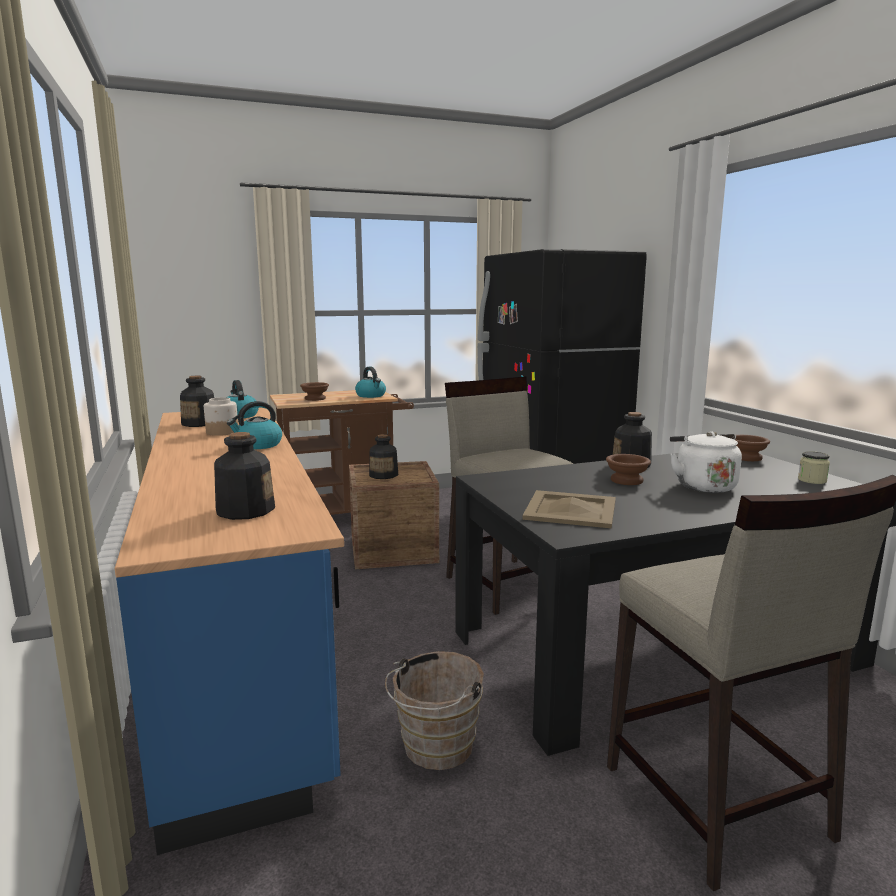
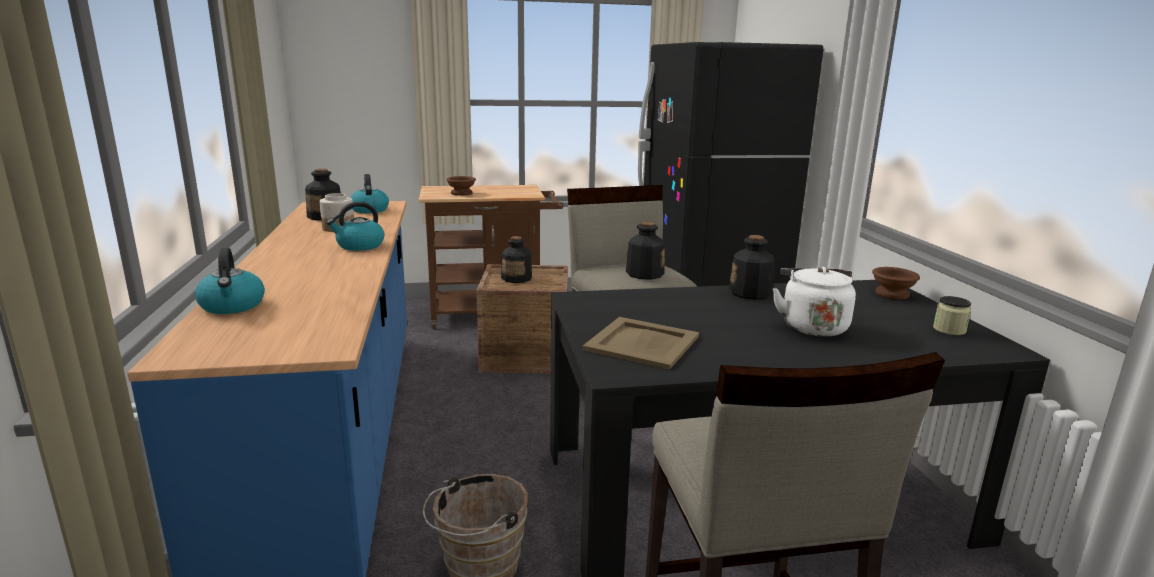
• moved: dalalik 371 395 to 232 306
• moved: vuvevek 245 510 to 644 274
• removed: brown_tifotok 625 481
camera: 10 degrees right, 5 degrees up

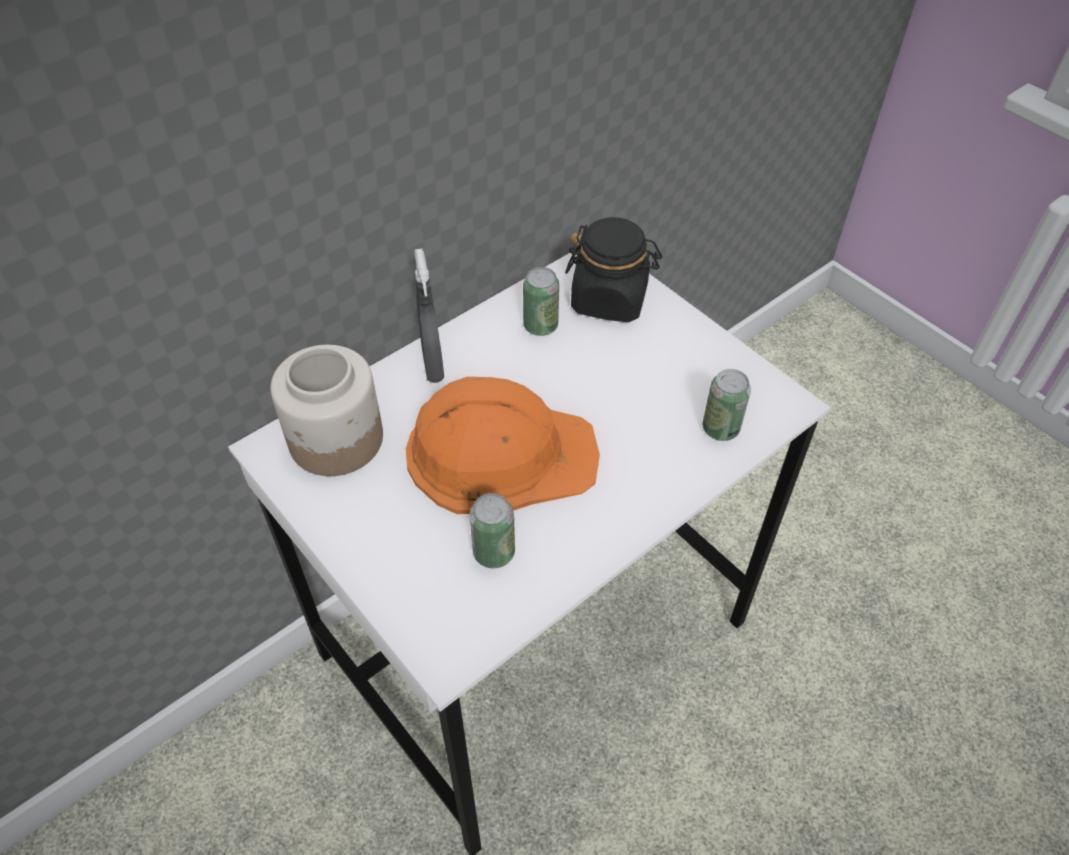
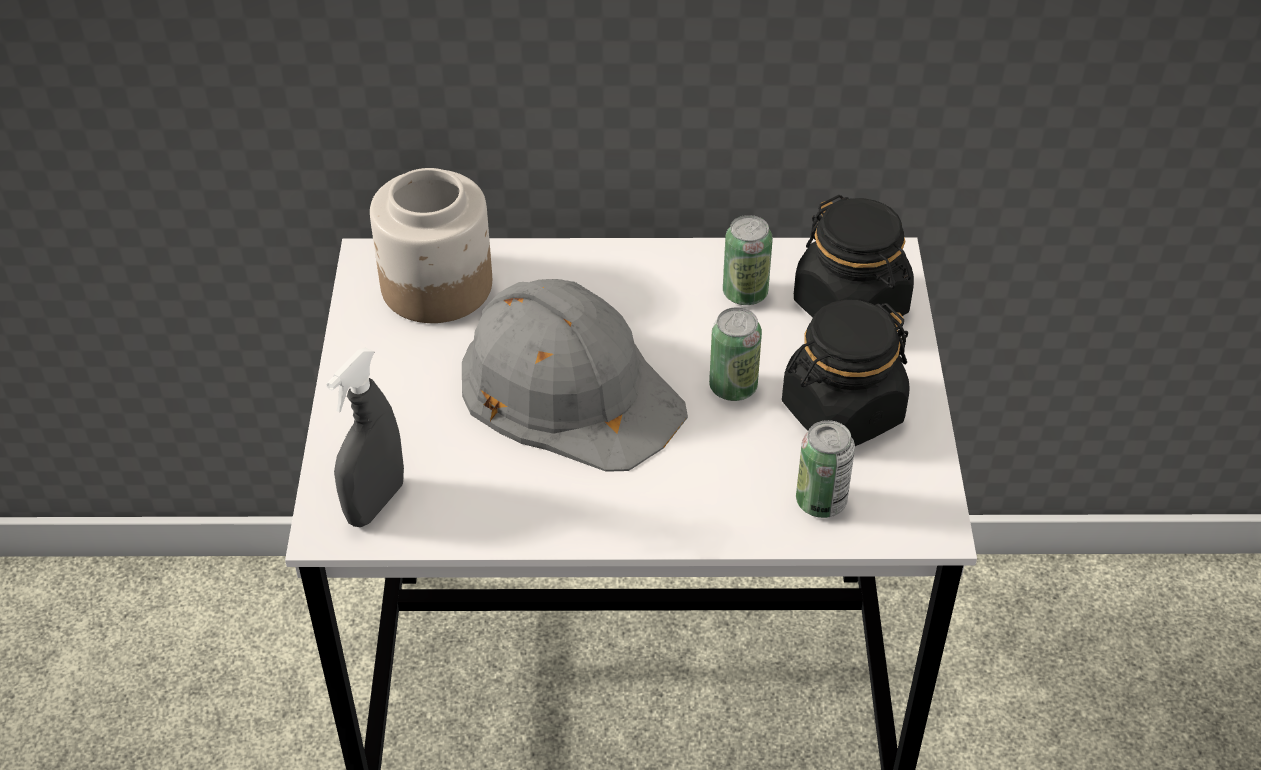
• moved: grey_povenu 433 365 to 375 503
• recoloured: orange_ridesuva 500 453 to grey_ridesuva 569 387
• moved: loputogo 494 552 to 733 387
• added: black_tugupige 841 413
camera: 40 degrees right, 5 degrees down

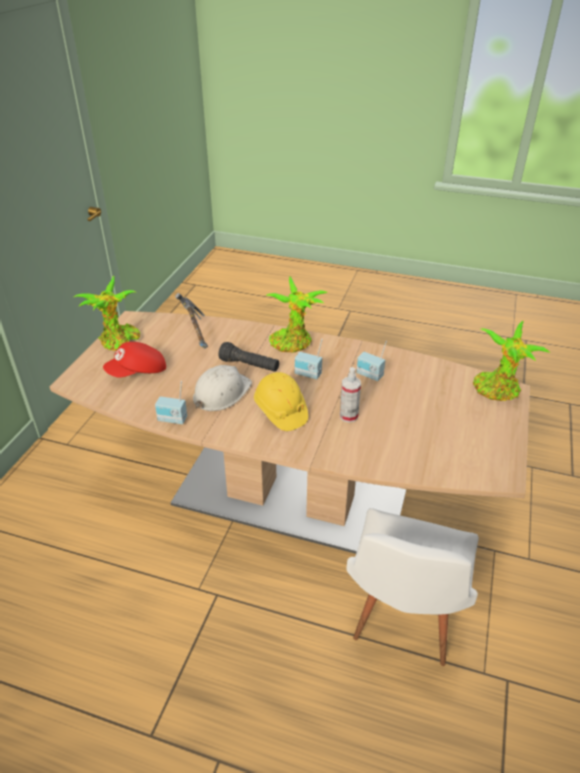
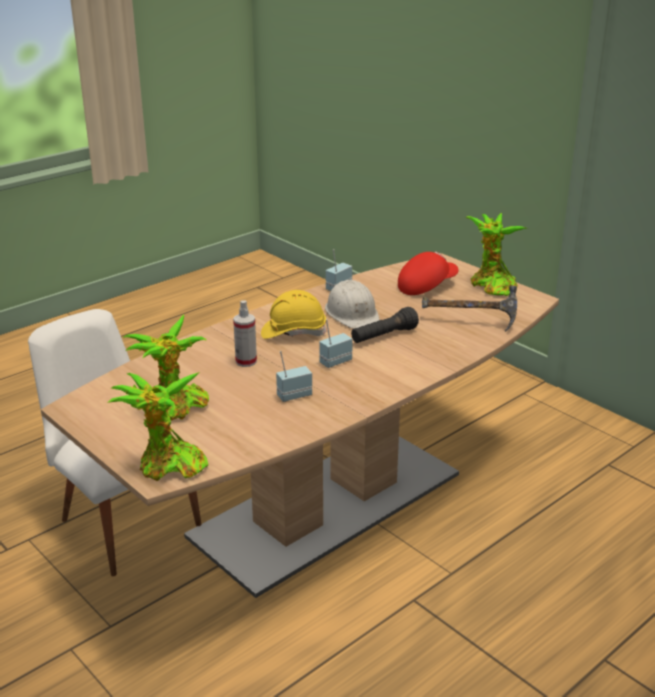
• moved: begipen 293 343 to 176 408
• turned: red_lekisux 138 372 = 426 286 60 degrees clockwise
camera: 120 degrees right, 10 degrees down

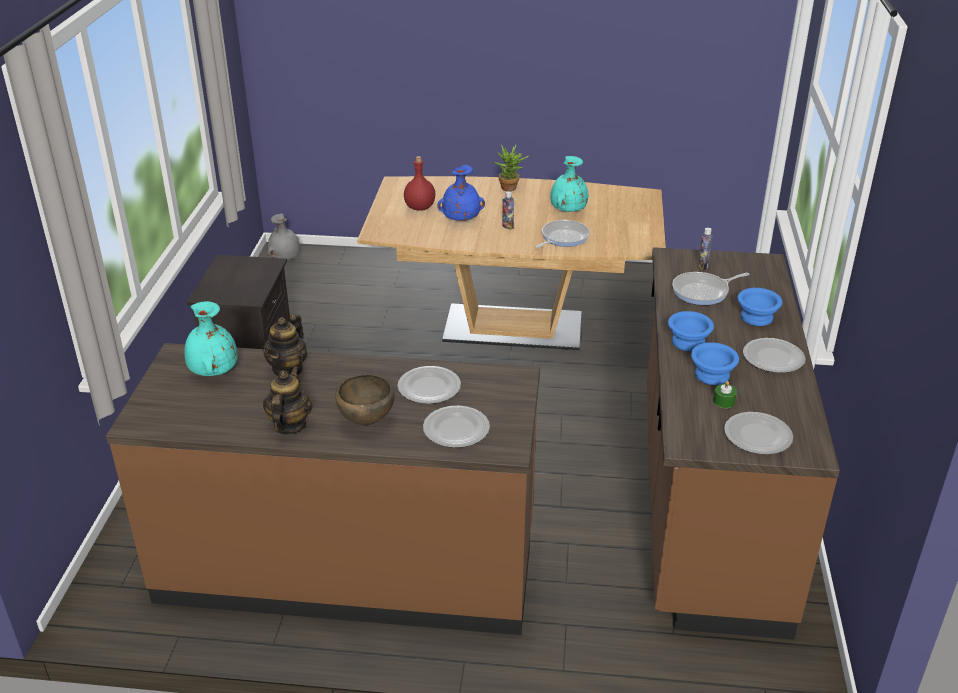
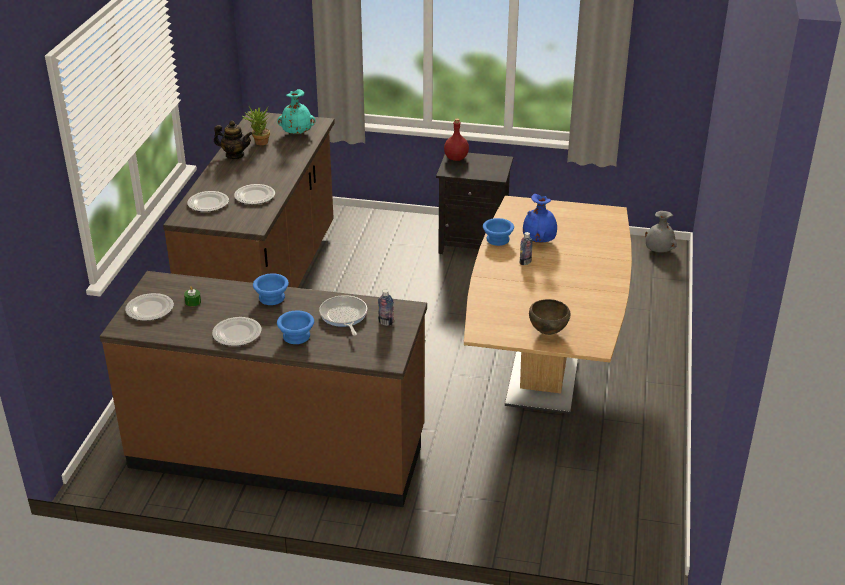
• moved: begipen 510 189 to 259 143
• moved: red_vuvevek 420 207 to 456 158
• moved: blue_tifotok 710 374 to 498 239
• moved: brown_tifotok 366 421 to 547 332
• removed: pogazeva 288 369
• removed: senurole 562 238
• removed: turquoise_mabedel 567 210
camera: 95 degrees right, 0 degrees up

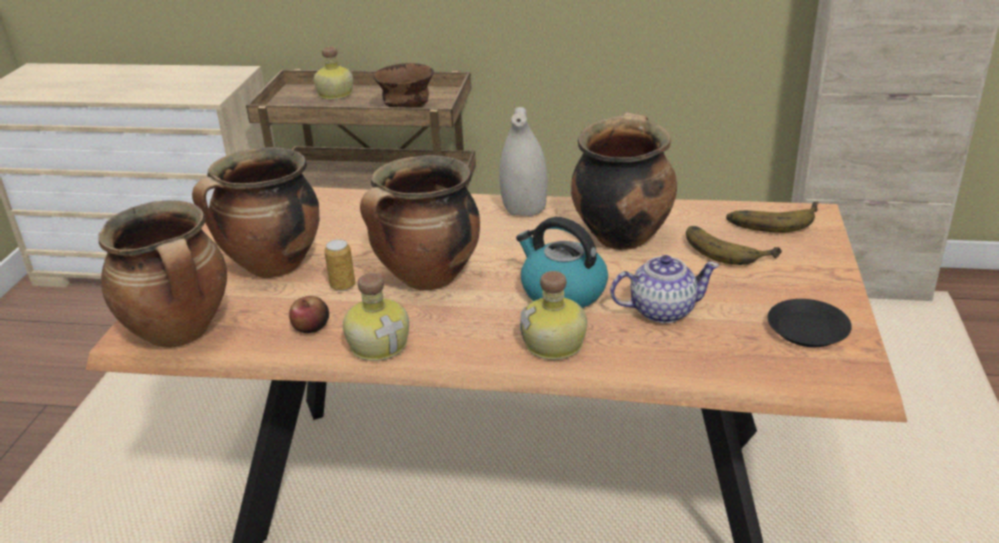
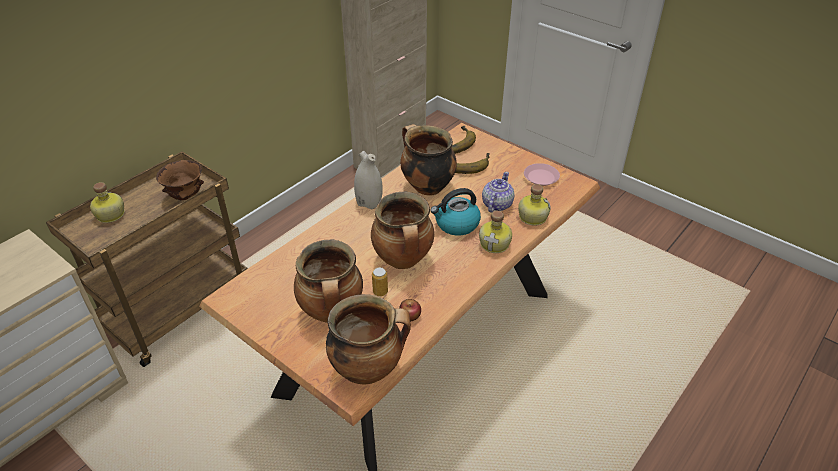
• moved: vuvevek 379 344 to 532 216
• recoloured: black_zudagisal 808 329 to pink_zudagisal 541 177
camera: 60 degrees left, 10 degrees up

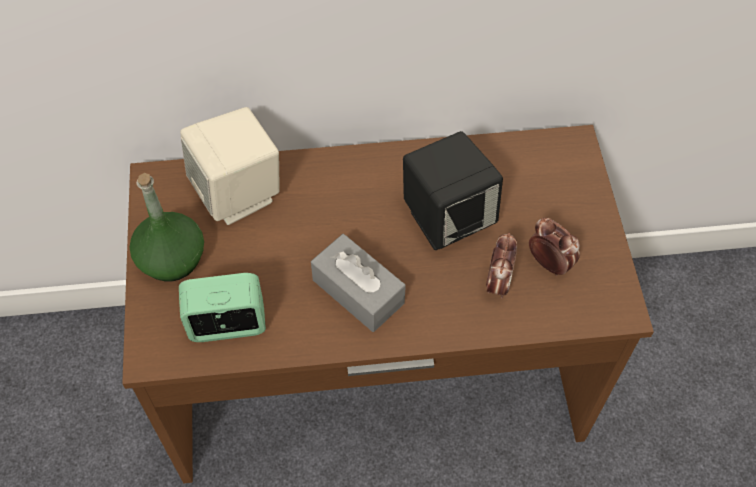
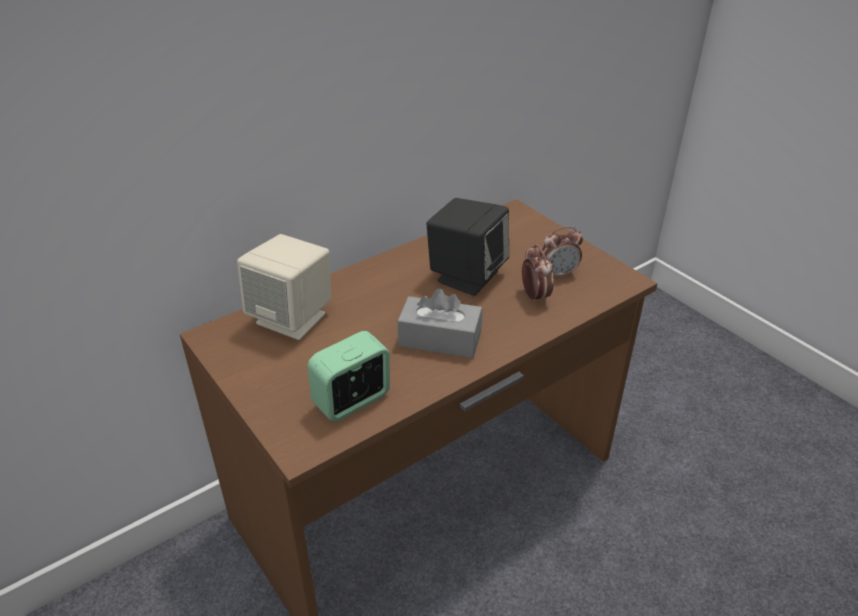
• turned: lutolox 549 263 = 558 274 150 degrees clockwise
• removed: green_vuvevek 171 259
camera: 30 degrees left, 20 degrees down

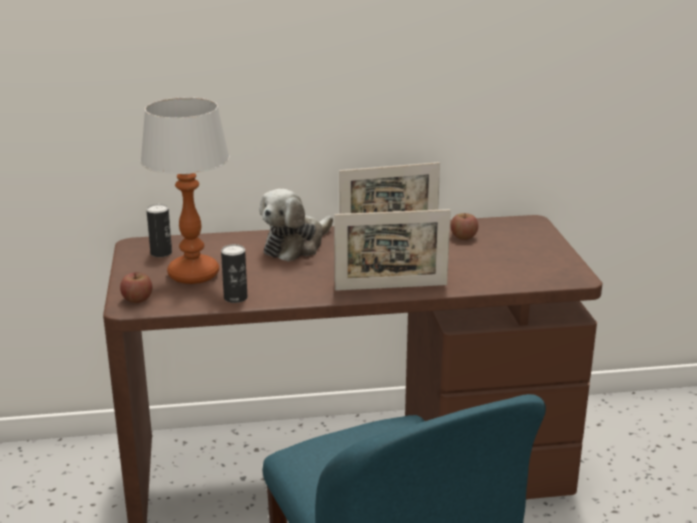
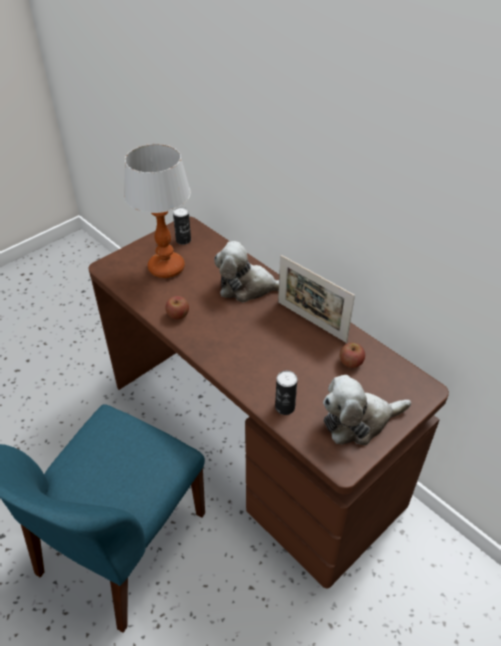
• moved: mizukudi 137 299 to 178 315
• moved: loputogo 235 298 to 285 407
• added: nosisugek 359 421
• removed: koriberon 391 287
camera: 55 degrees right, 20 degrees up

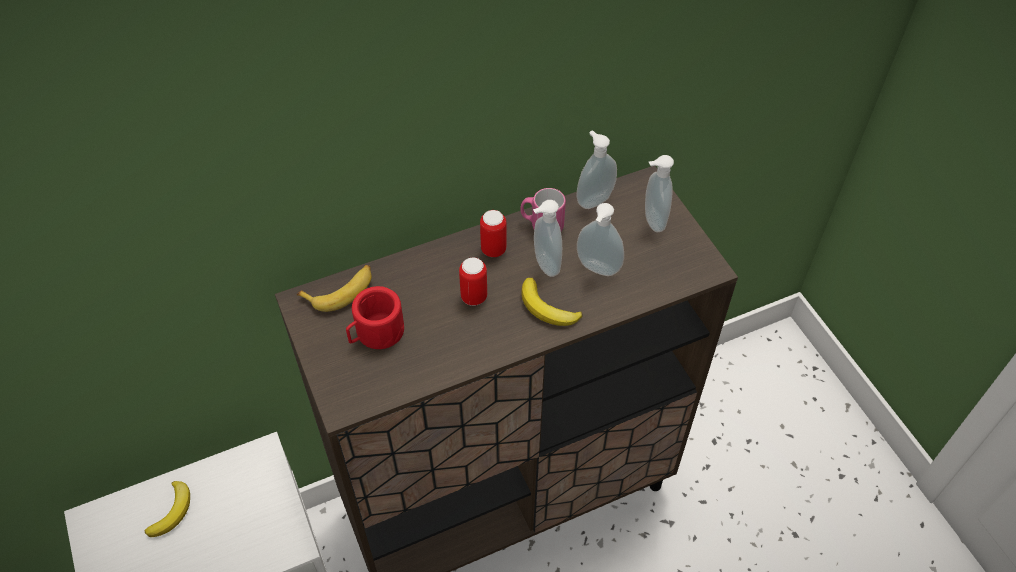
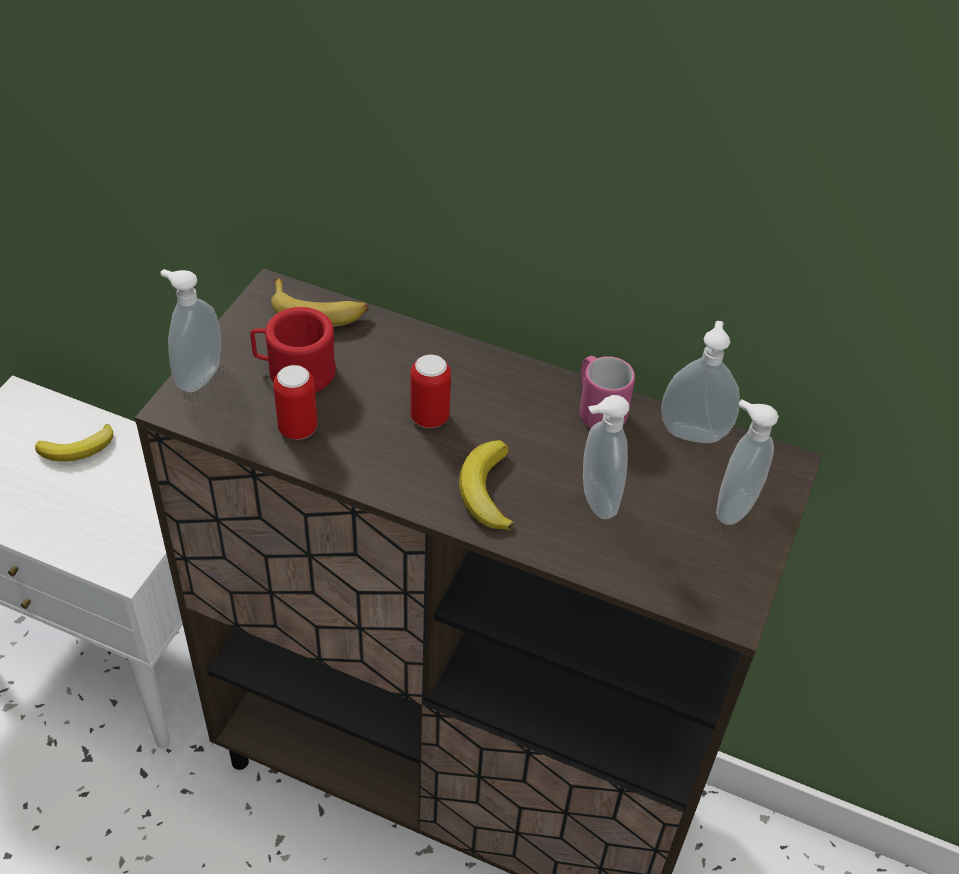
• moved: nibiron 544 265 to 197 376
• moved: loputogo 493 249 to 298 429
camera: 45 degrees right, 5 degrees down

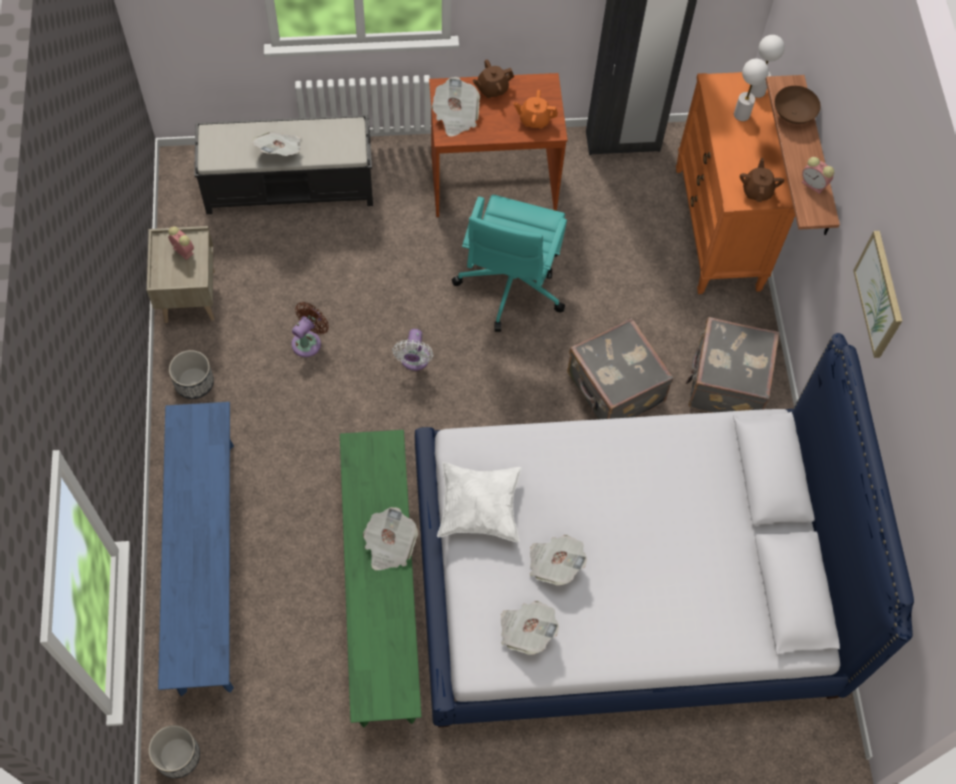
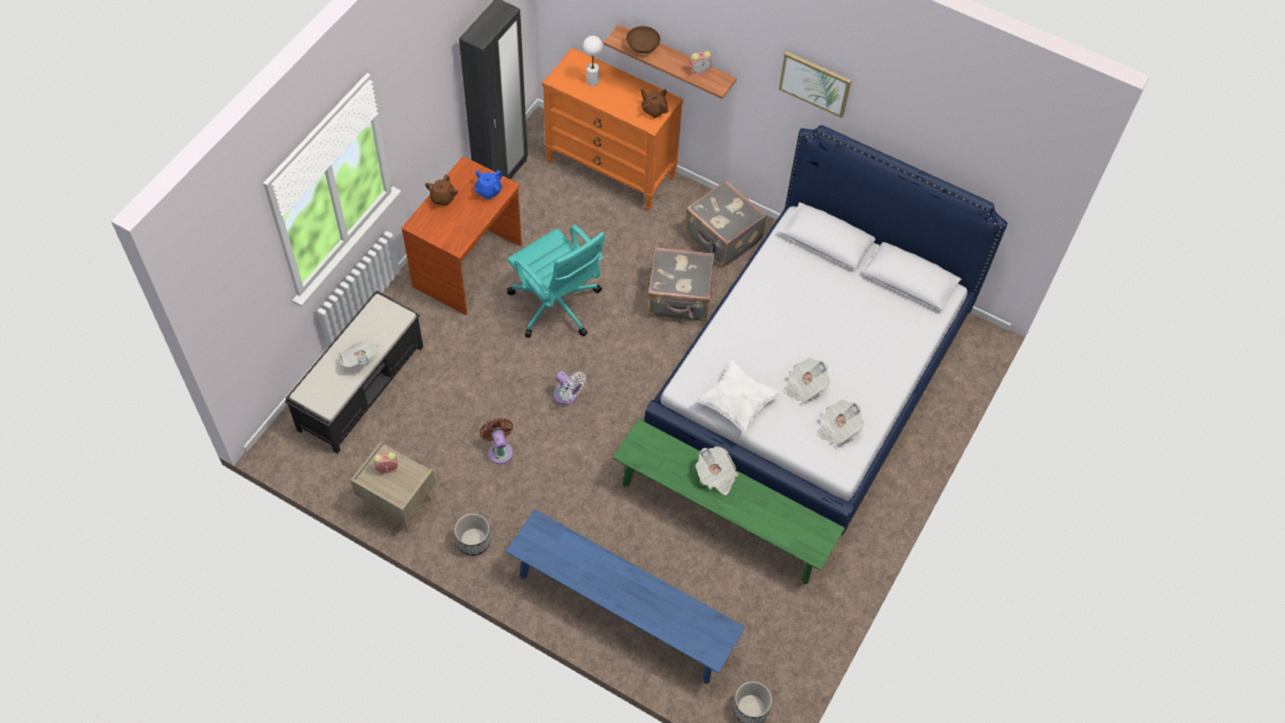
• recoloured: orange_pogazeva 534 119 to blue_pogazeva 488 191
• removed: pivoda 455 116
• removed: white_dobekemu 757 91
camera: 55 degrees left, 5 degrees down

